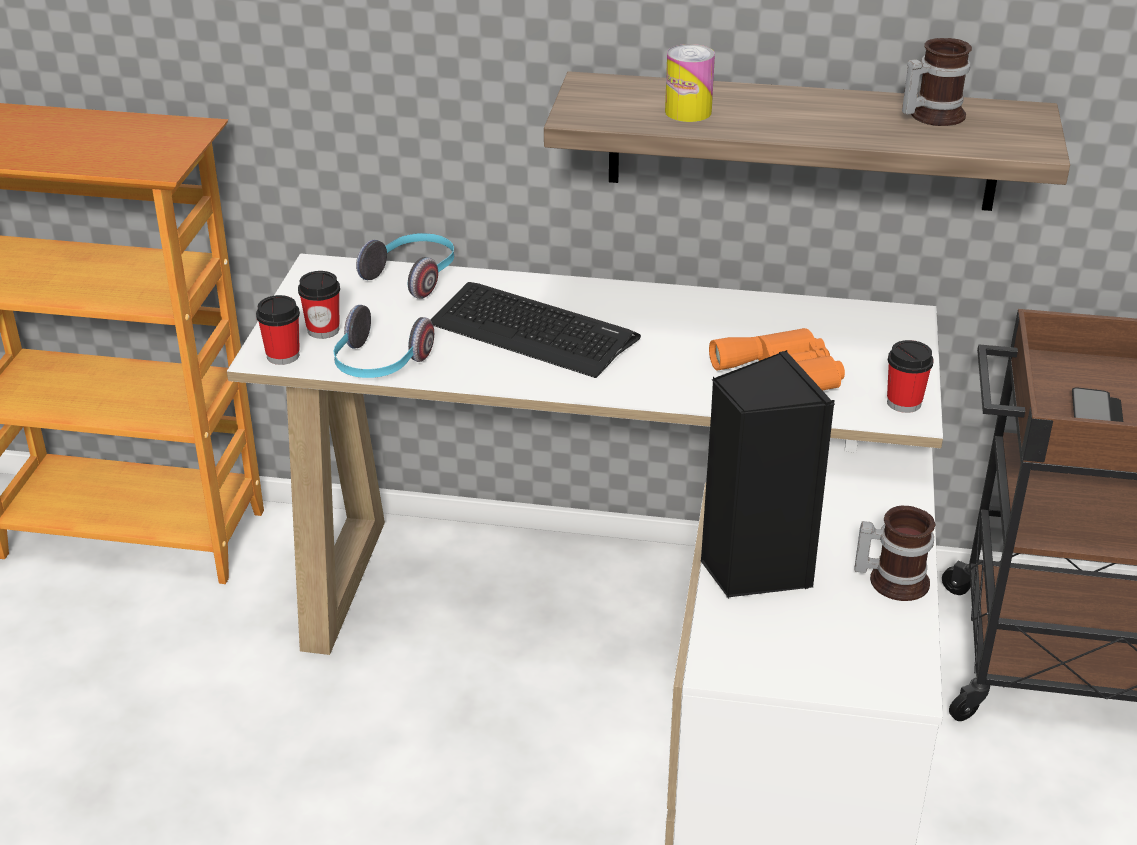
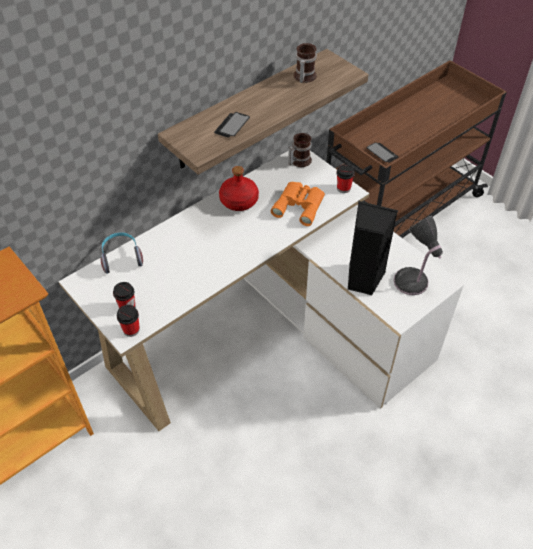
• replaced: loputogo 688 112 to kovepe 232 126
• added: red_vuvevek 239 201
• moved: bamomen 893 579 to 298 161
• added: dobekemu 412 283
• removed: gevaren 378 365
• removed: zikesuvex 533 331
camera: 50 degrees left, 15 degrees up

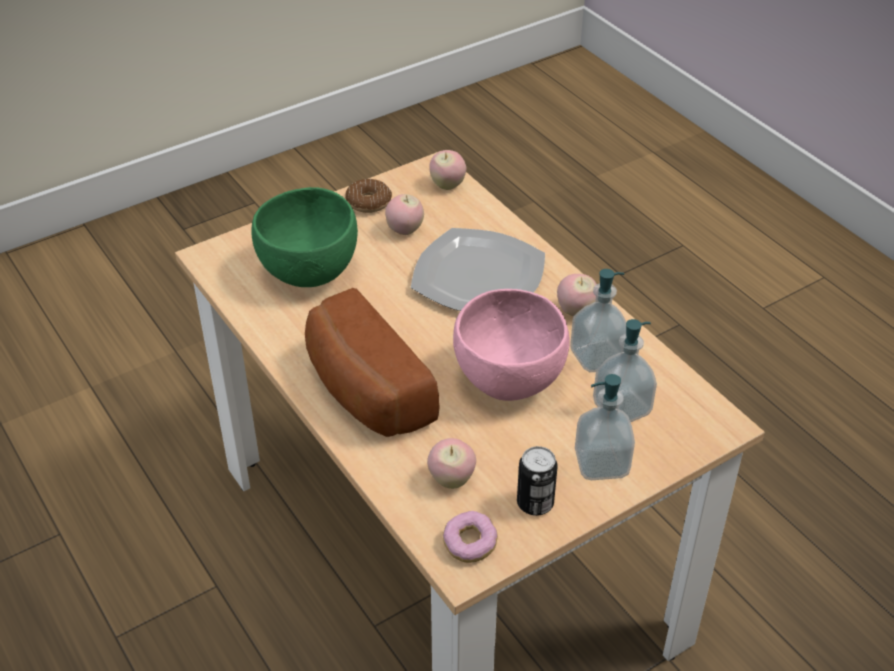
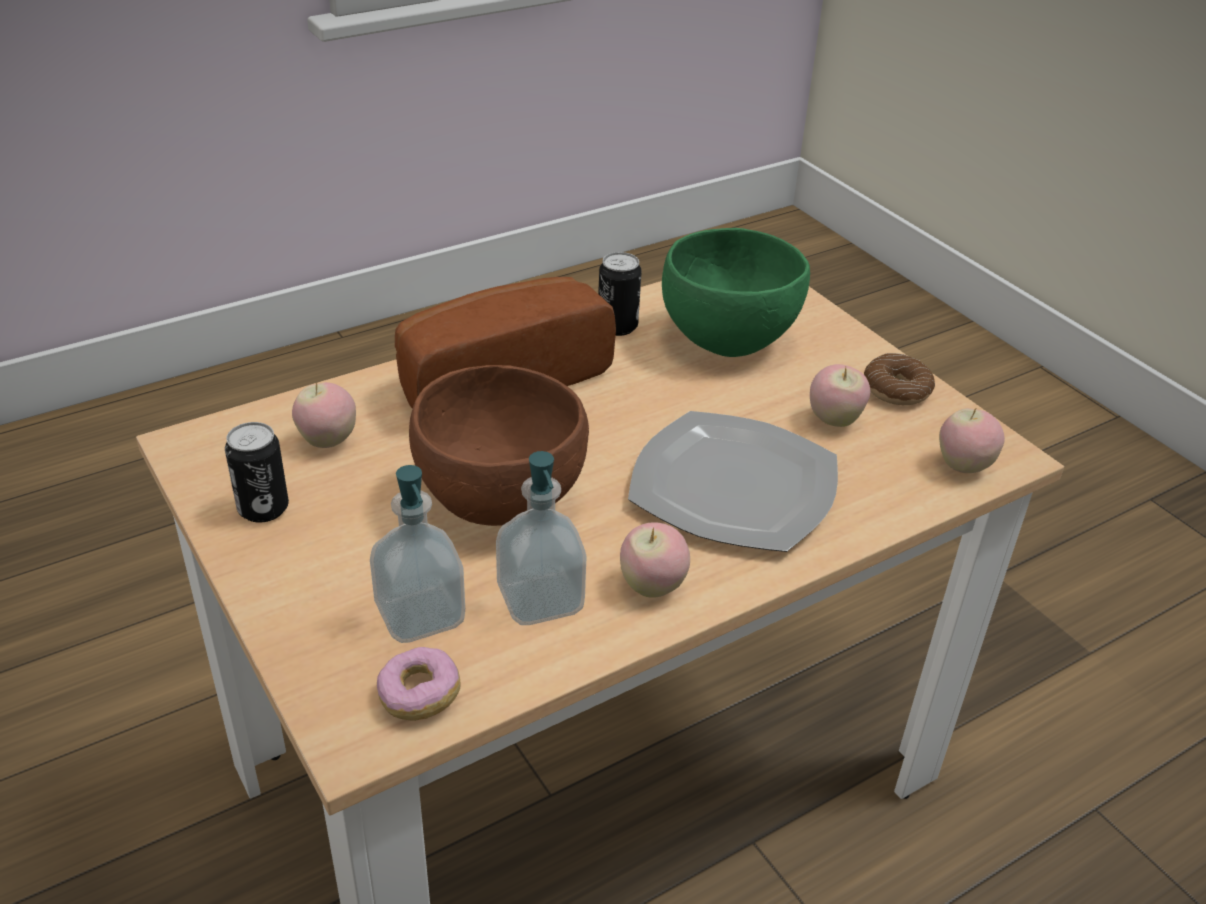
• moved: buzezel 469 544 to 419 696
• recoloured: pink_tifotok 509 381 to brown_tifotok 498 501
• added: loputogo 617 326
• removed: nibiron 601 463
camera: 90 degrees right, 5 degrees down

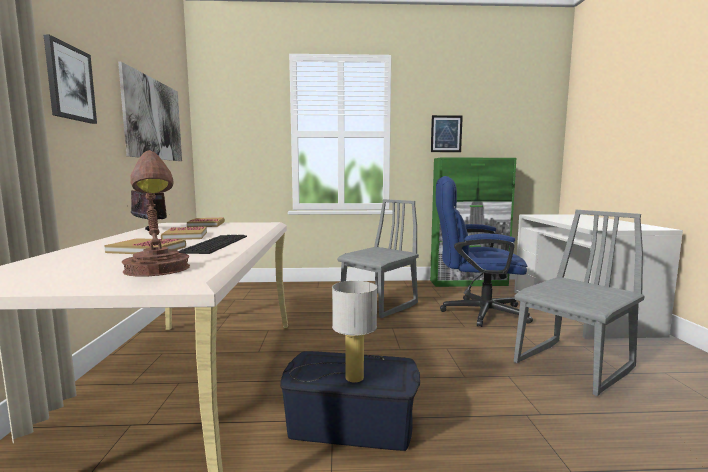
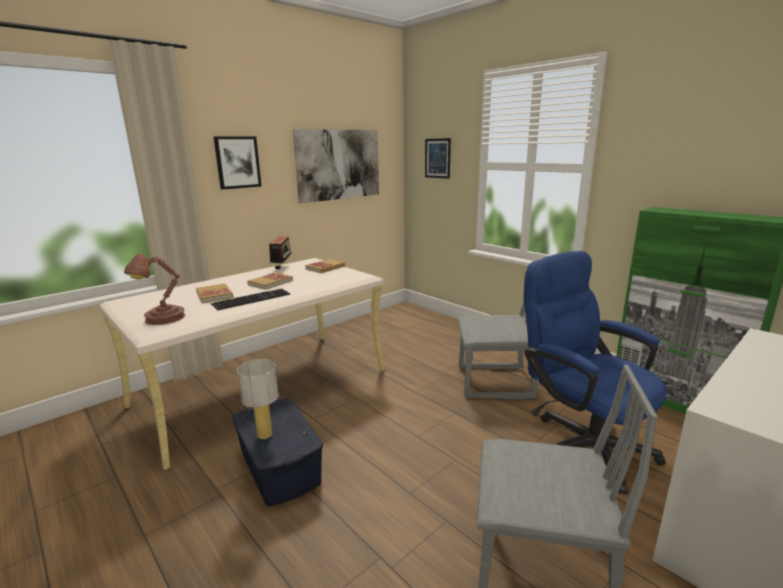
• moved: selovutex 446 134 to 437 158
camera: 50 degrees right, 10 degrees up

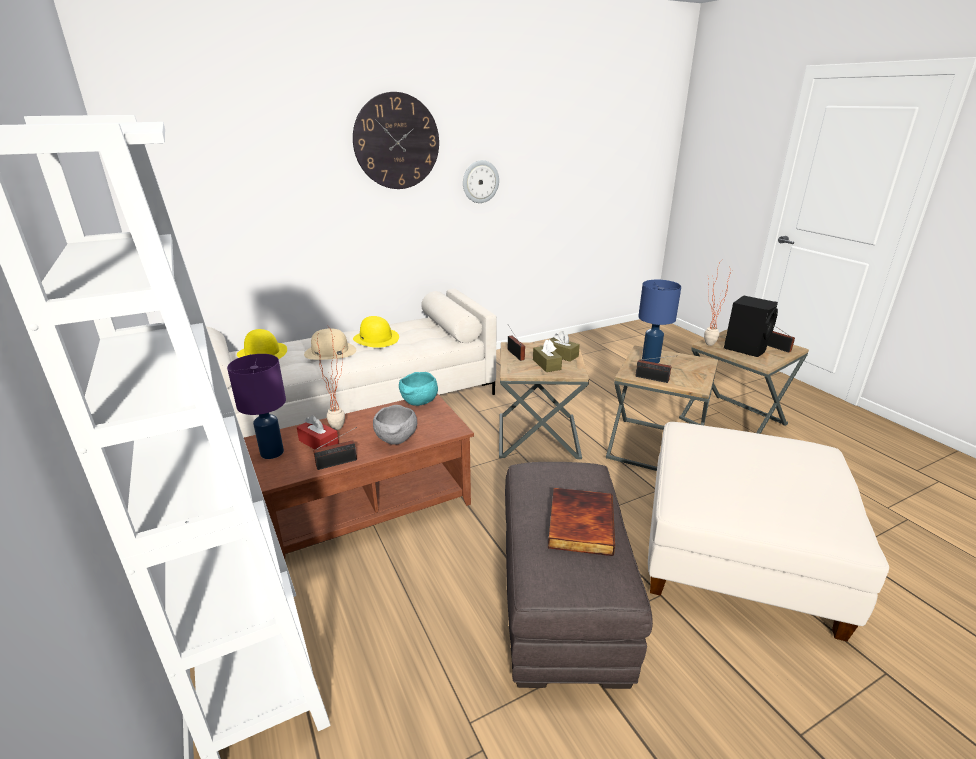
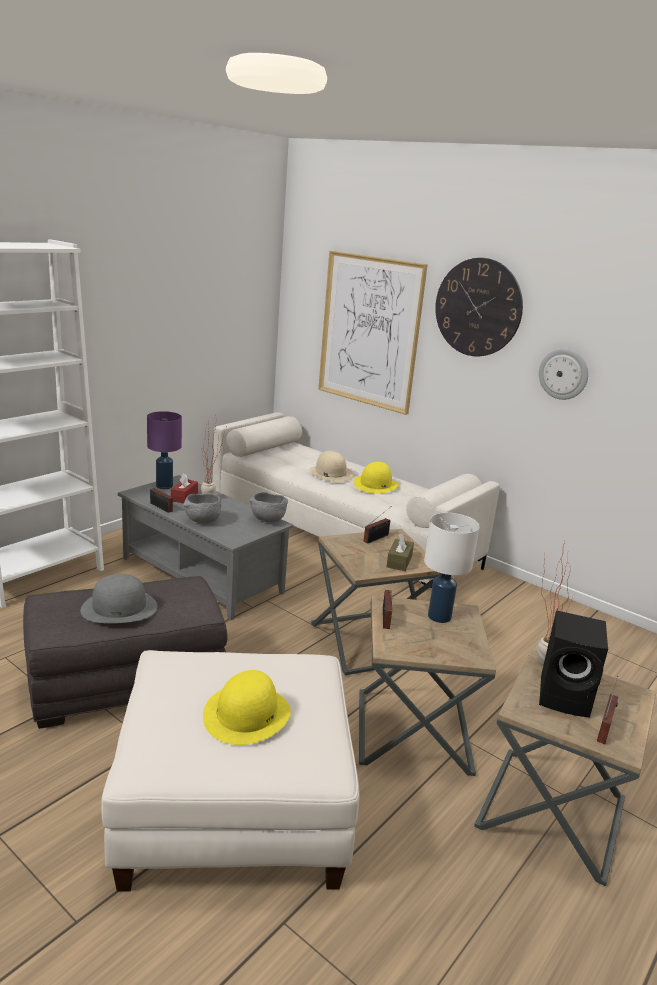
• replaced: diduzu 579 524 to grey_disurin 119 607
• recoloured: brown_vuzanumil 368 507 to grey_vuzanumil 203 575
• moved: yellow_disurin 262 353 to 247 714
• recoloured: turquoise_tifotok 419 403 to grey_tifotok 267 520
• added: selovutex 369 331
• recoloured: blue_dobekemu 650 360 to white_dobekemu 438 616
• removed: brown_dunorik 546 364
camera: 65 degrees right, 5 degrees down

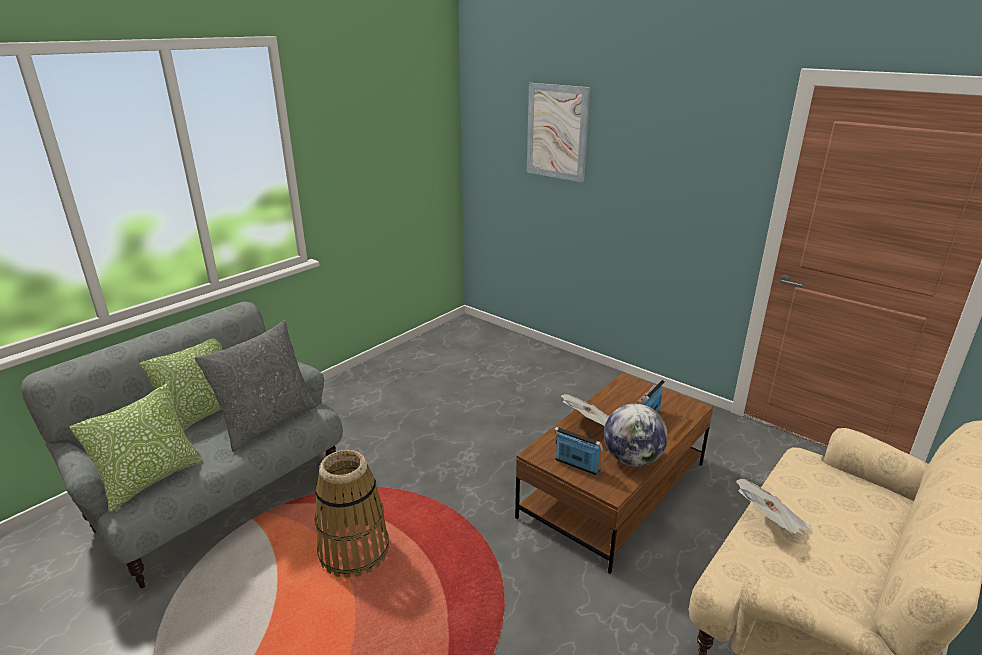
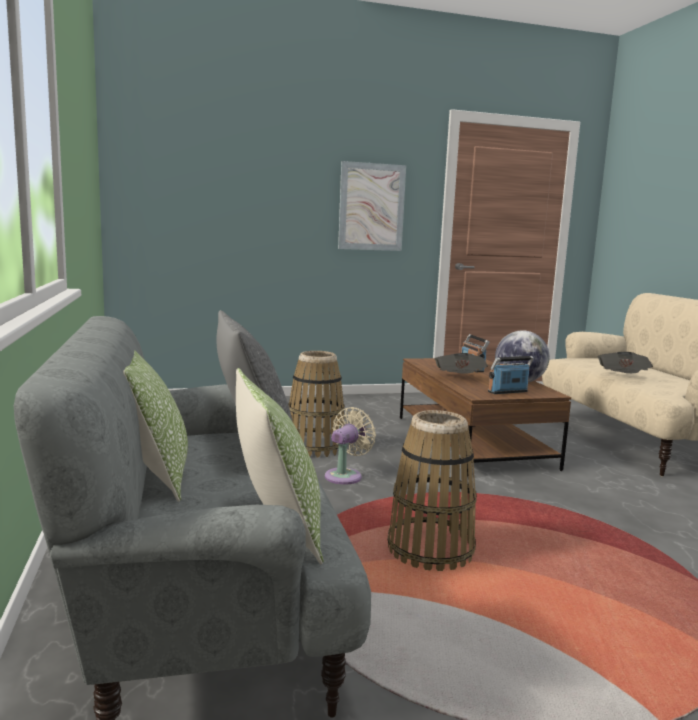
• added: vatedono 315 447
• added: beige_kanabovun 345 475
• moved: selovutex 557 132 to 371 207
camera: 55 degrees left, 15 degrees down

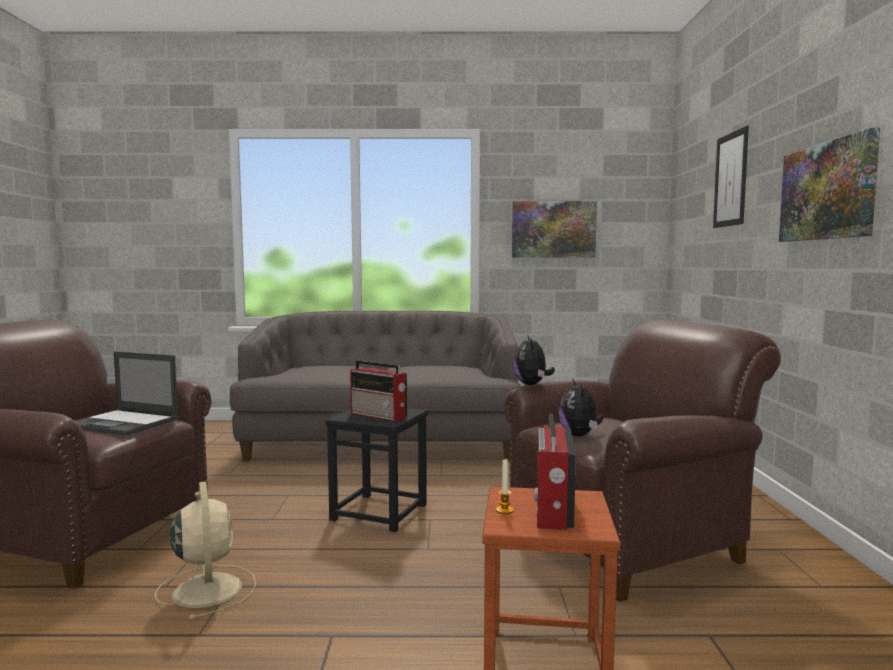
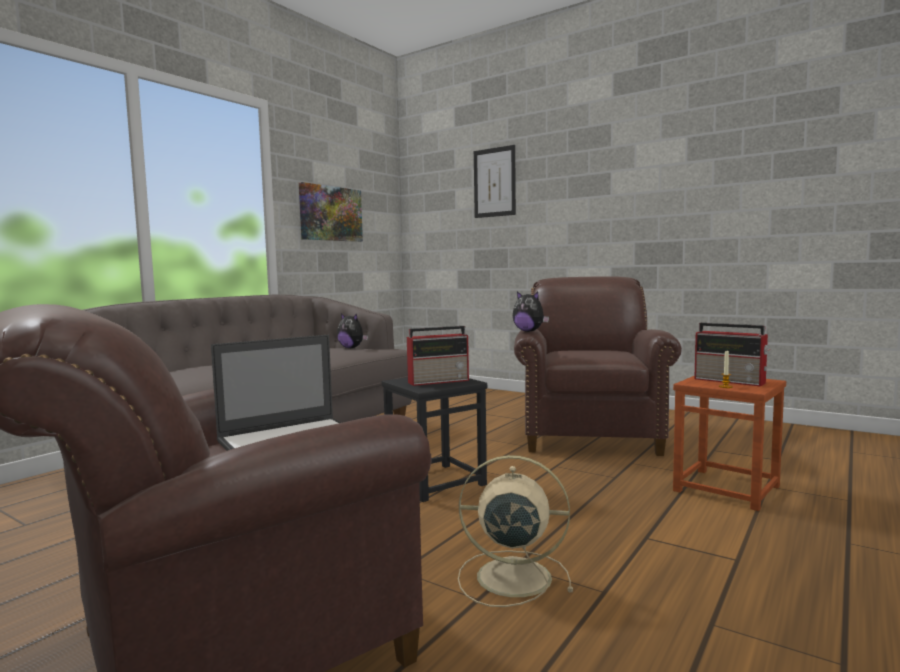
• moved: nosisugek 579 435 to 352 348
• removed: selovutex 827 191
camera: 55 degrees left, 0 degrees up

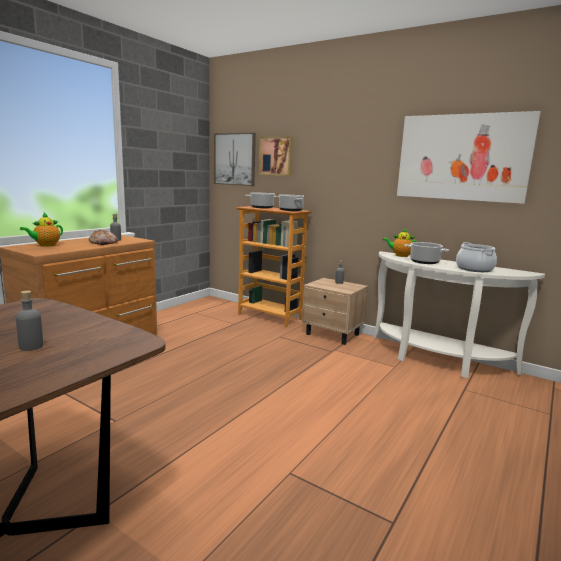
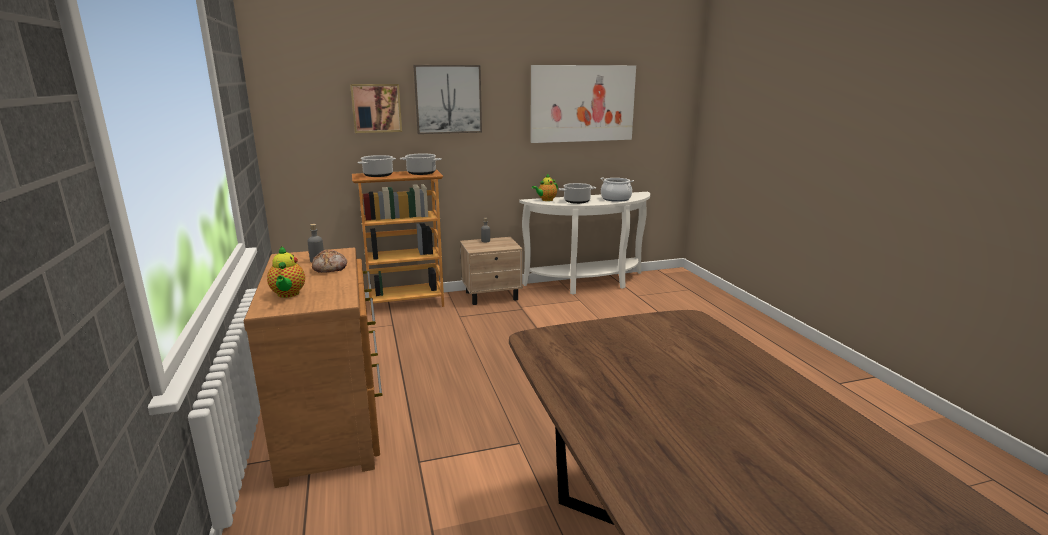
• moved: selovutex 235 159 to 448 99
• removed: grey_vuvevek 31 346
camera: 50 degrees left, 5 degrees up

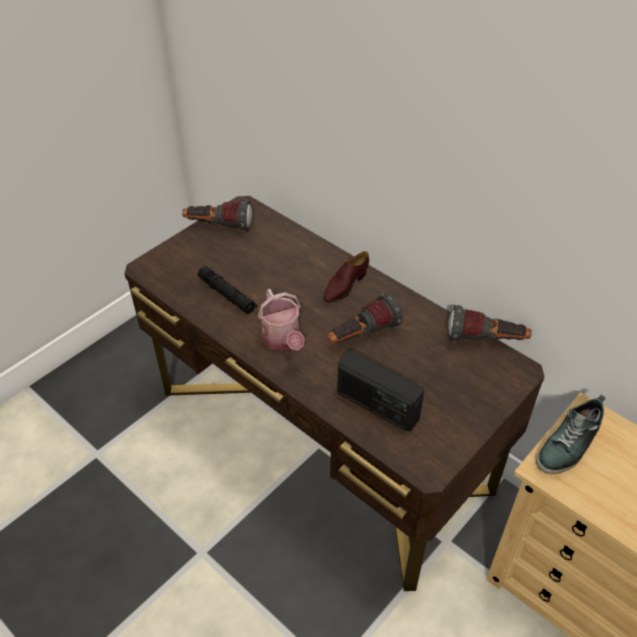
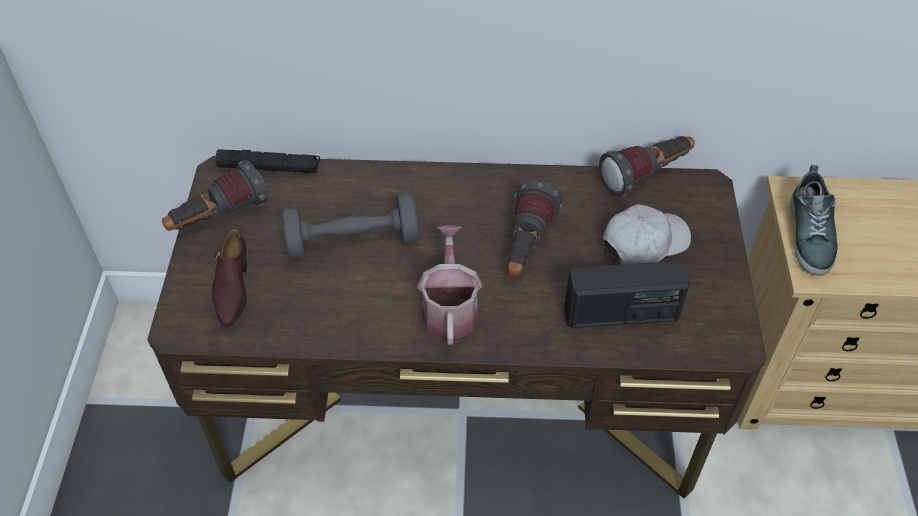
• moved: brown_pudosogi 345 285 to 232 289
• moved: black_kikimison 227 295 to 269 168
• added: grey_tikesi 353 241
• turned: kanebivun 283 340 = 449 308 120 degrees counterclockwise
• added: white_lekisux 644 243
camera: 40 degrees left, 5 degrees up

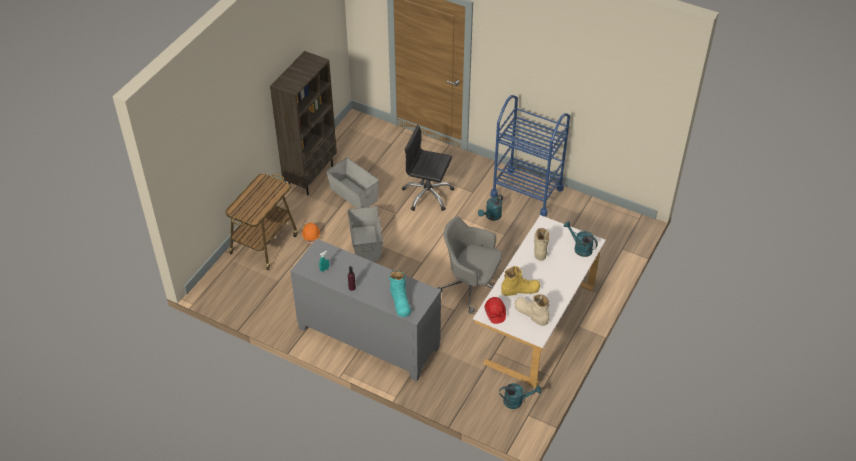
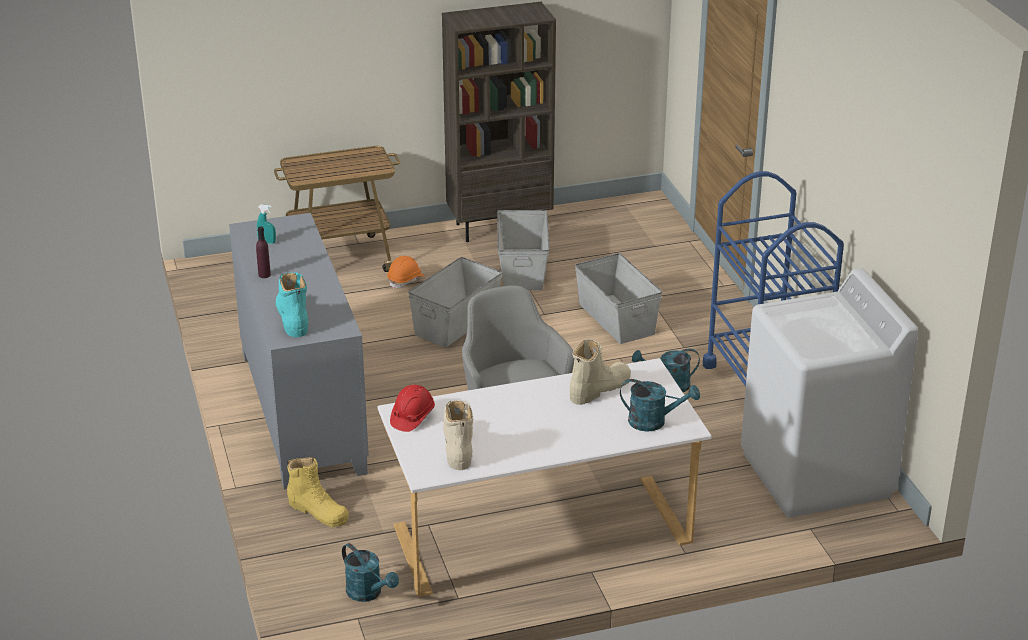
• turned: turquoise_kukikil 400 302 = 292 318 135 degrees clockwise
• moved: yellow_kukikil 520 289 to 318 511
• replaced: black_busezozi 427 195 to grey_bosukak 616 318
• turned: turquoise_kanebivun 580 248 = 654 422 105 degrees clockwise
• added: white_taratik 816 475
camera: 45 degrees right, 15 degrees down

